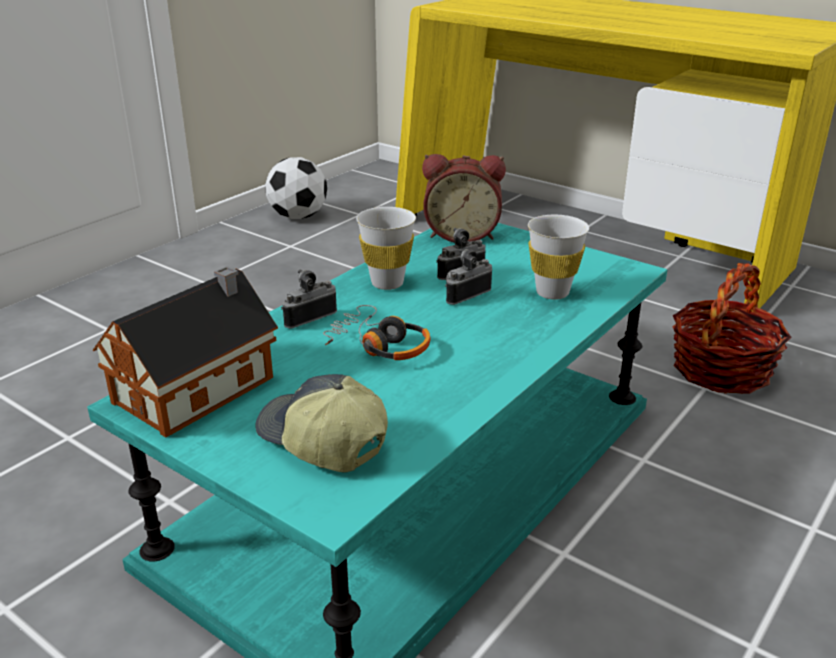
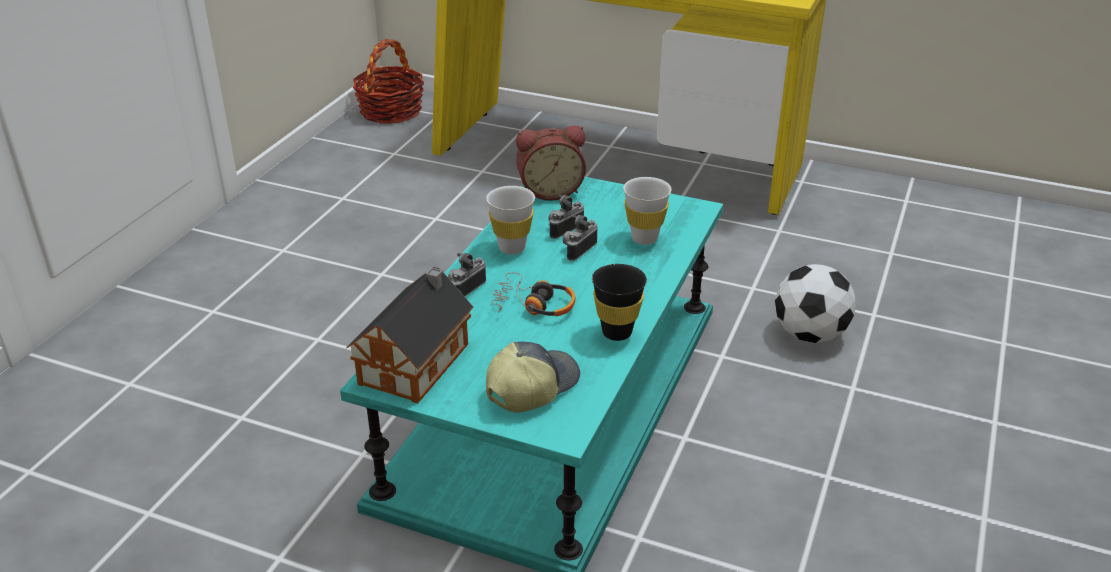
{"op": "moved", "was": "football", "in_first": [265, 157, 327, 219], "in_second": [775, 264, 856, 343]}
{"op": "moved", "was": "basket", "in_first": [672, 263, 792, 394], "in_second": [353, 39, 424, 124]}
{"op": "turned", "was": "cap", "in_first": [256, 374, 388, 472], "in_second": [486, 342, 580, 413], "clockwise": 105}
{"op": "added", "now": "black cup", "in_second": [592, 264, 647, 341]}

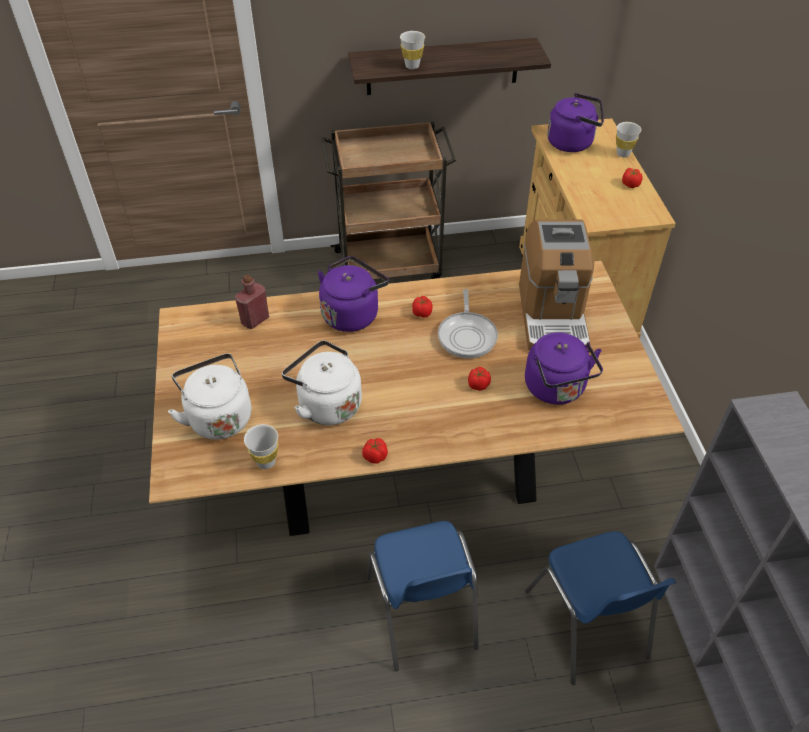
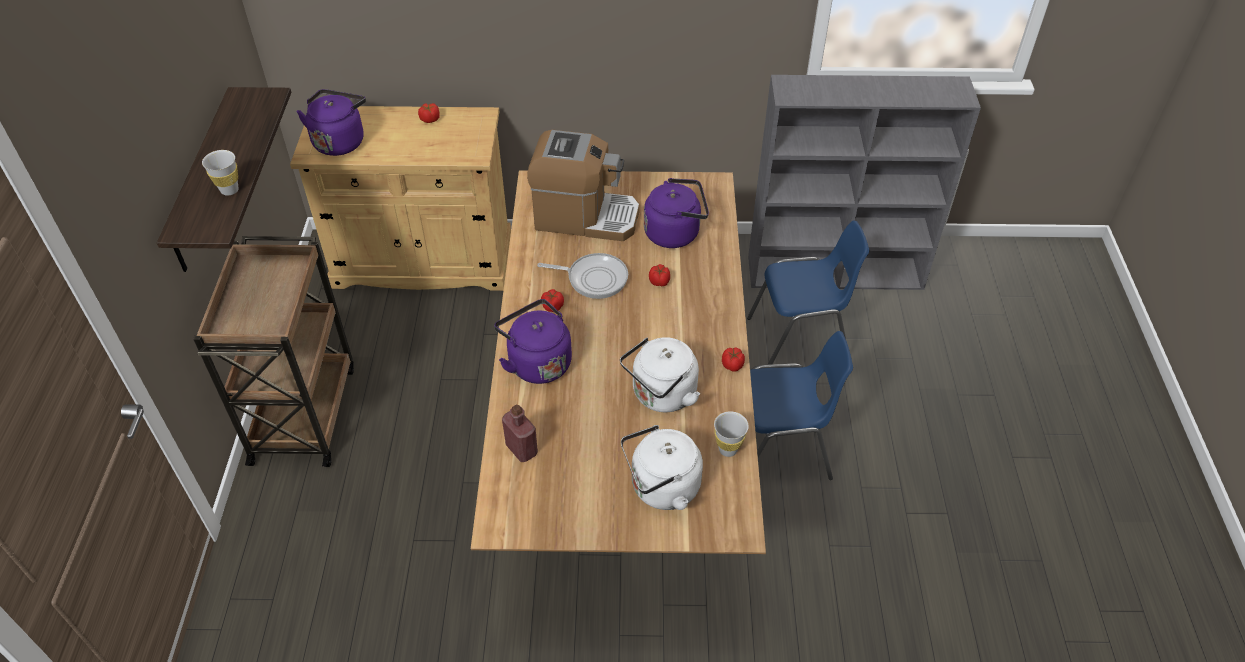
{"op": "removed", "was": "white cup", "in_first": [616, 122, 641, 157]}

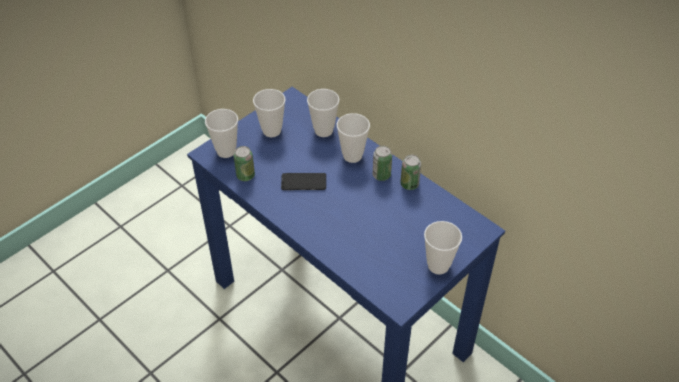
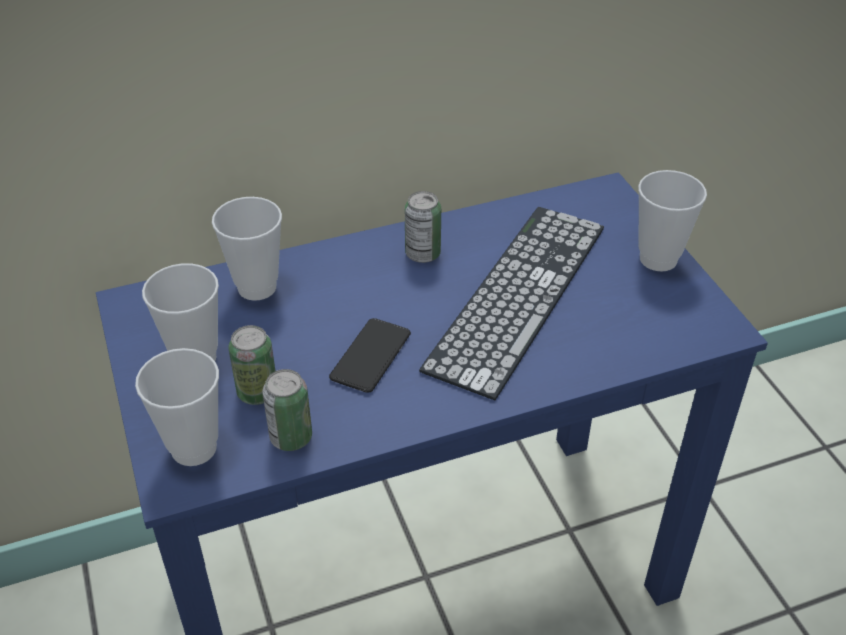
{"op": "removed", "was": "cup", "in_first": [337, 113, 370, 163]}
{"op": "moved", "was": "can", "in_first": [400, 155, 421, 190], "in_second": [229, 325, 275, 405]}
{"op": "added", "now": "keyboard", "in_second": [419, 207, 604, 400]}

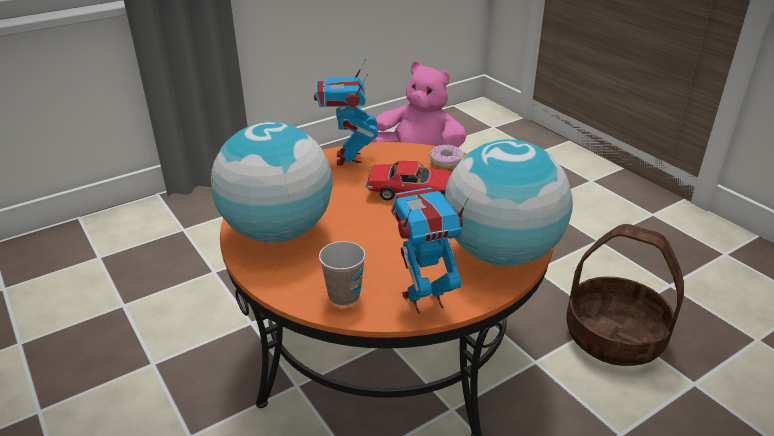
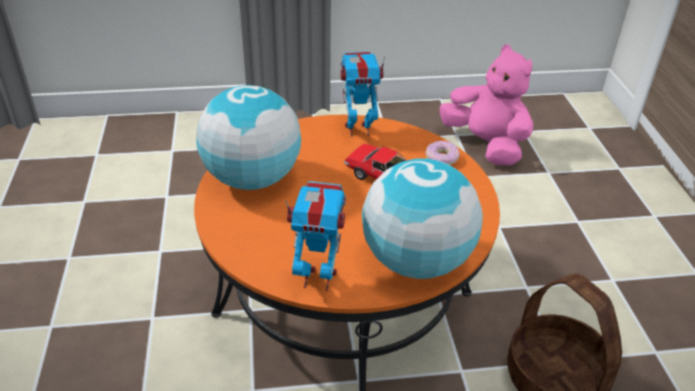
{"op": "turned", "was": "toy robot", "in_first": [314, 59, 378, 166], "in_second": [340, 51, 385, 137], "clockwise": 60}
{"op": "removed", "was": "cup", "in_first": [319, 241, 366, 306]}

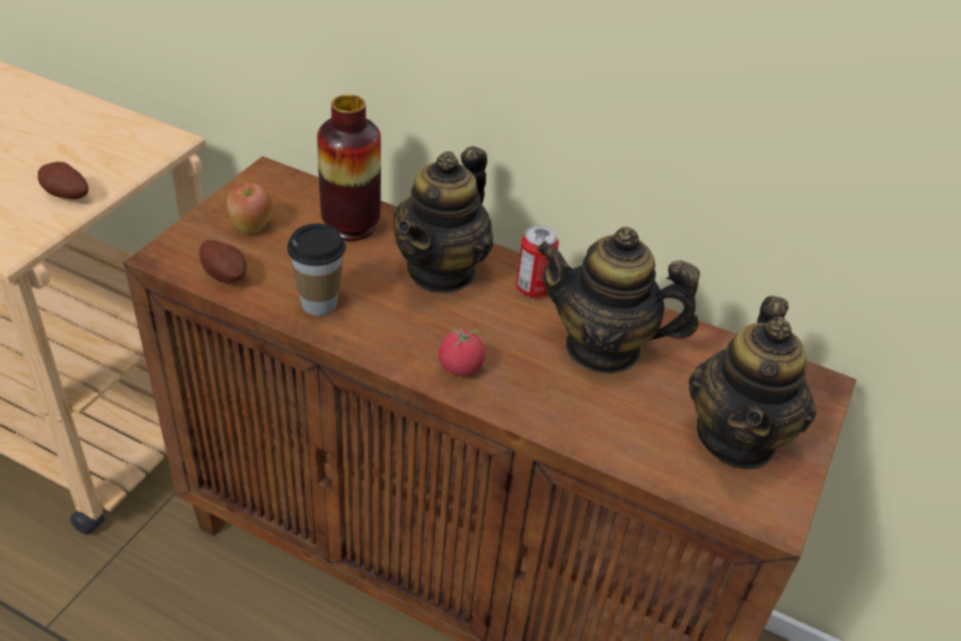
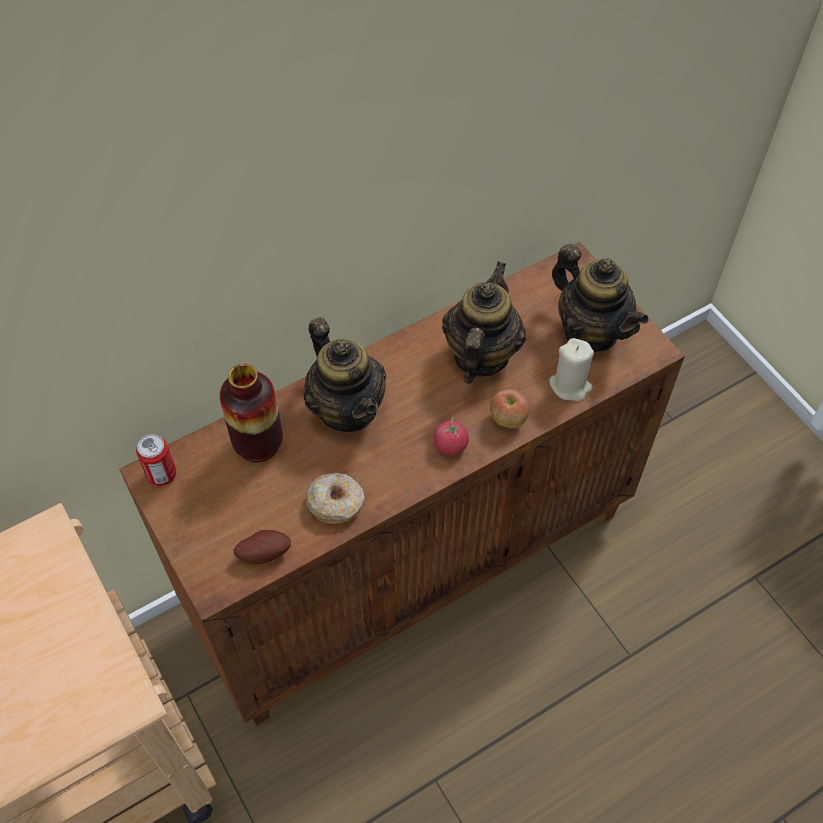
{"op": "removed", "was": "potato", "in_first": [38, 162, 89, 199]}
{"op": "moved", "was": "apple", "in_first": [227, 183, 273, 233], "in_second": [490, 389, 529, 428]}
{"op": "replaced", "was": "cup", "now": "donut", "in_first": [287, 224, 346, 316], "in_second": [305, 473, 364, 524]}
{"op": "moved", "was": "can", "in_first": [516, 226, 559, 297], "in_second": [136, 434, 176, 486]}
{"op": "turned", "was": "teapot", "in_first": [537, 227, 700, 374], "in_second": [442, 261, 526, 384], "clockwise": 150}
{"op": "added", "now": "beige candle", "in_second": [549, 338, 594, 401]}

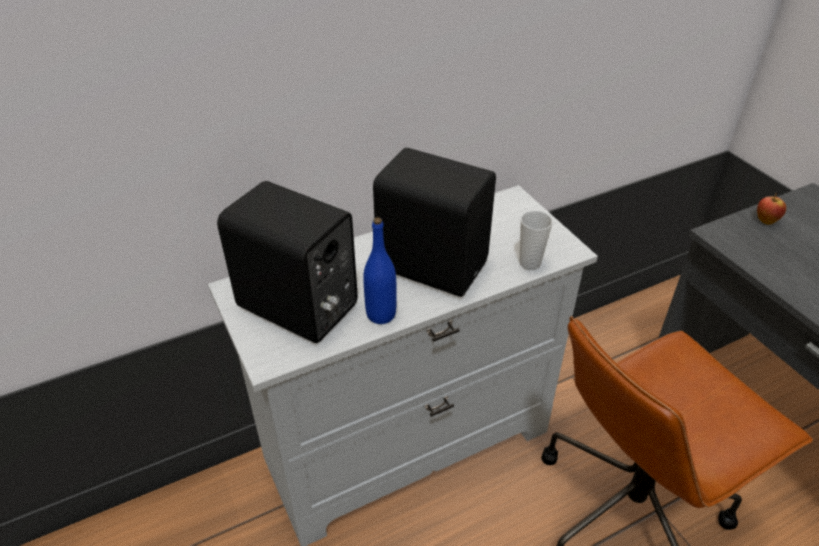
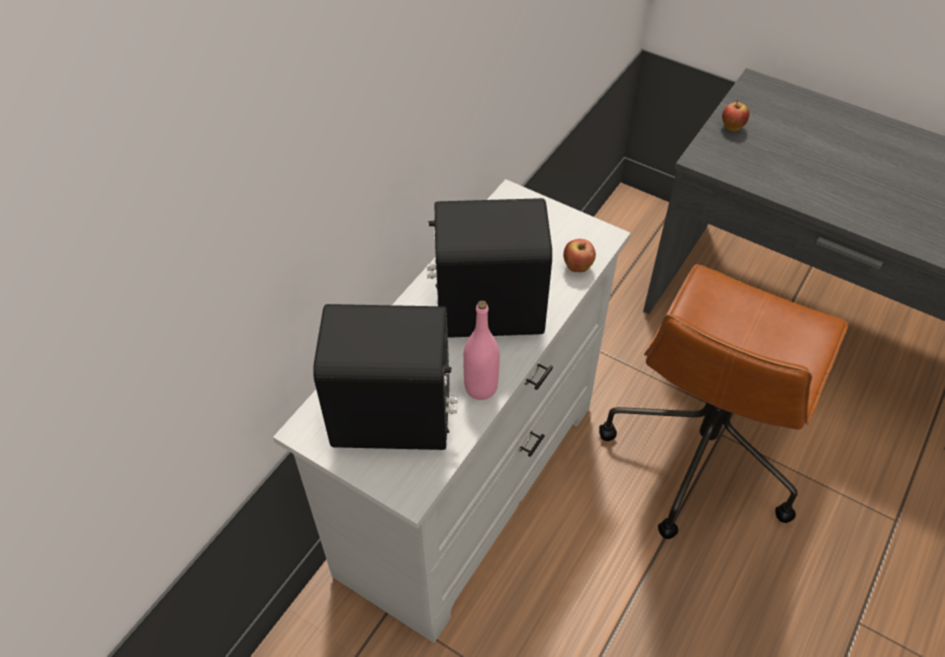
{"op": "replaced", "was": "cup", "now": "apple", "in_first": [520, 211, 553, 270], "in_second": [563, 239, 596, 272]}
{"op": "recoloured", "was": "blue bottle", "now": "pink bottle", "in_first": [363, 217, 397, 324], "in_second": [463, 301, 500, 400]}

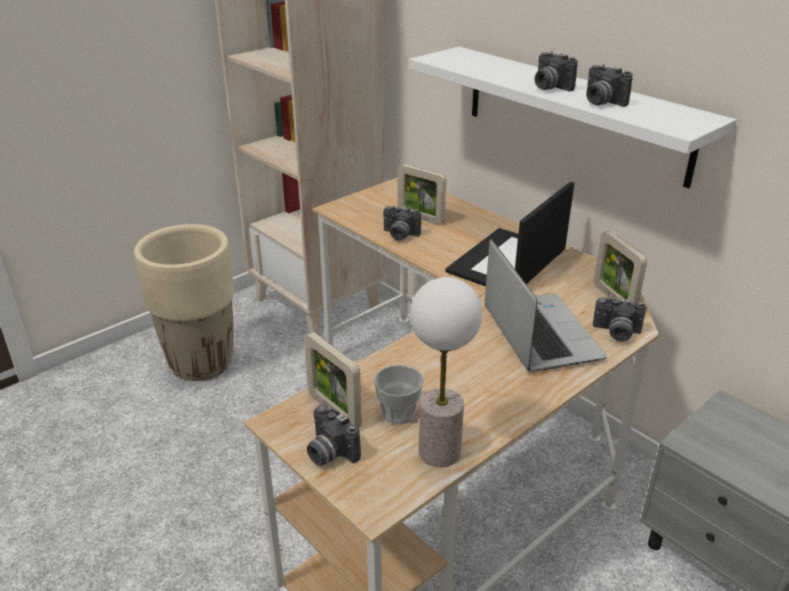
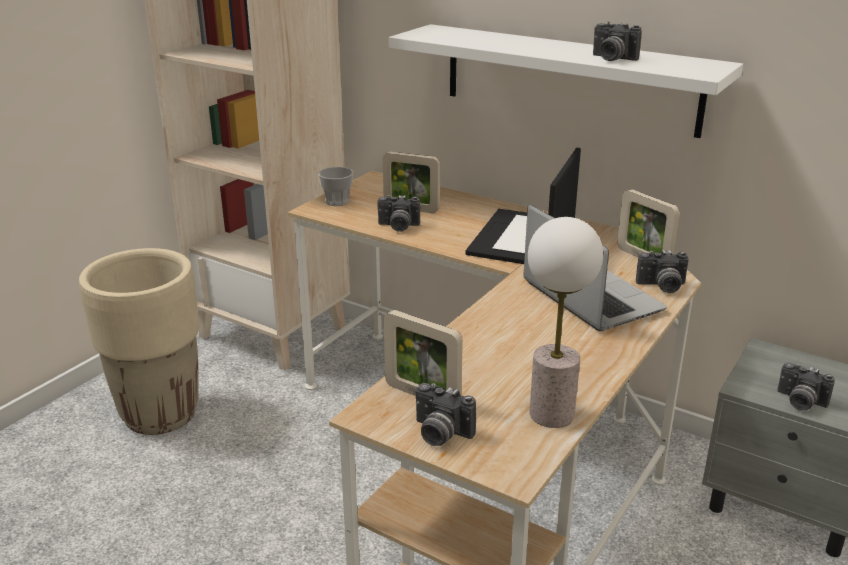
{"op": "moved", "was": "photo camera", "in_first": [535, 51, 578, 91], "in_second": [777, 363, 835, 411]}
{"op": "moved", "was": "cup", "in_first": [374, 365, 424, 425], "in_second": [318, 167, 353, 206]}

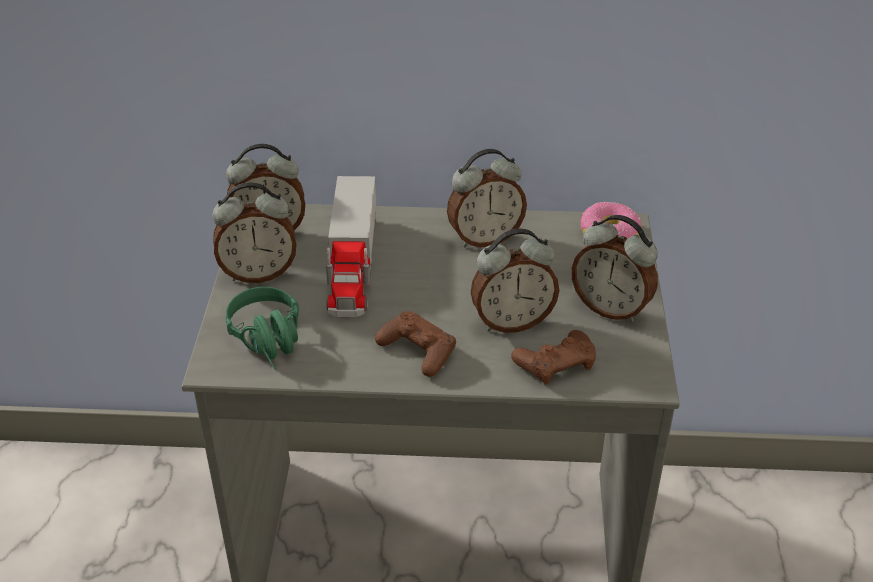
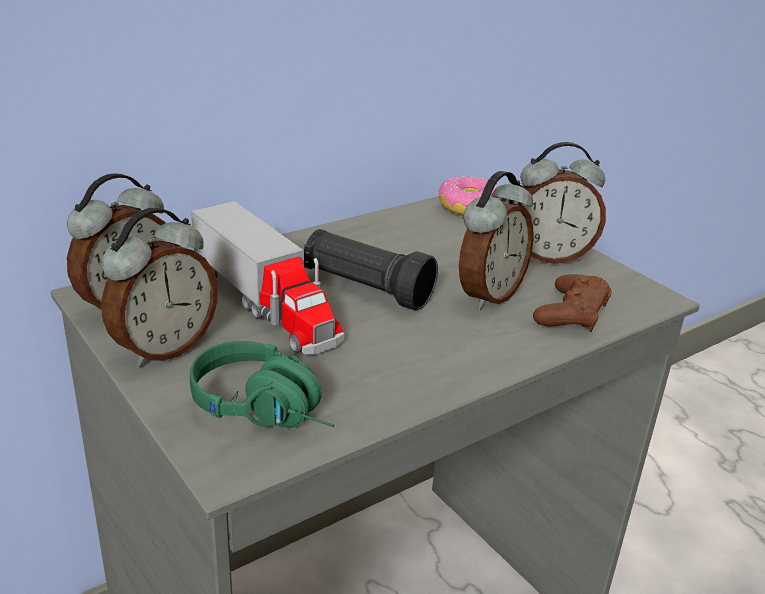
{"op": "removed", "was": "alarm clock", "in_first": [447, 149, 527, 248]}
{"op": "removed", "was": "brown game controller", "in_first": [375, 311, 456, 377]}
{"op": "added", "now": "black flashlight", "in_second": [304, 229, 438, 310]}

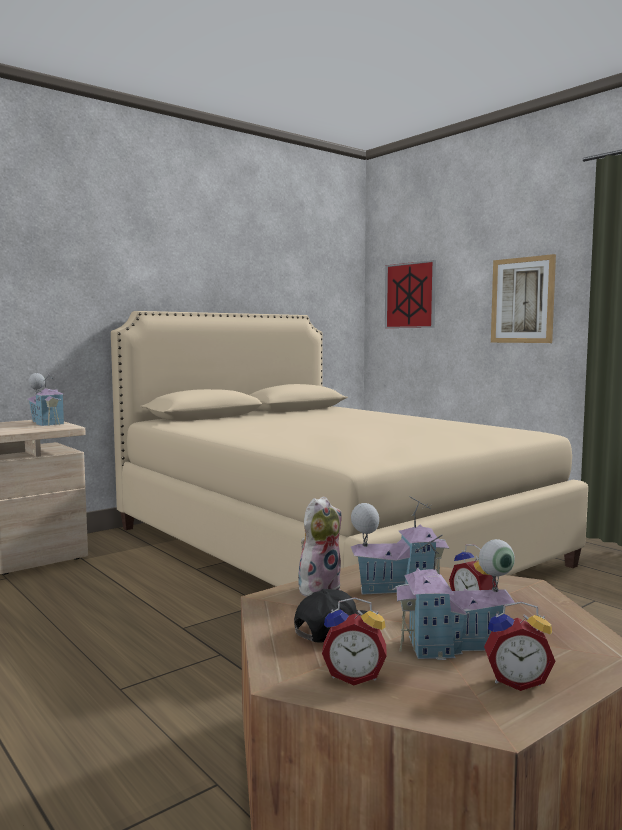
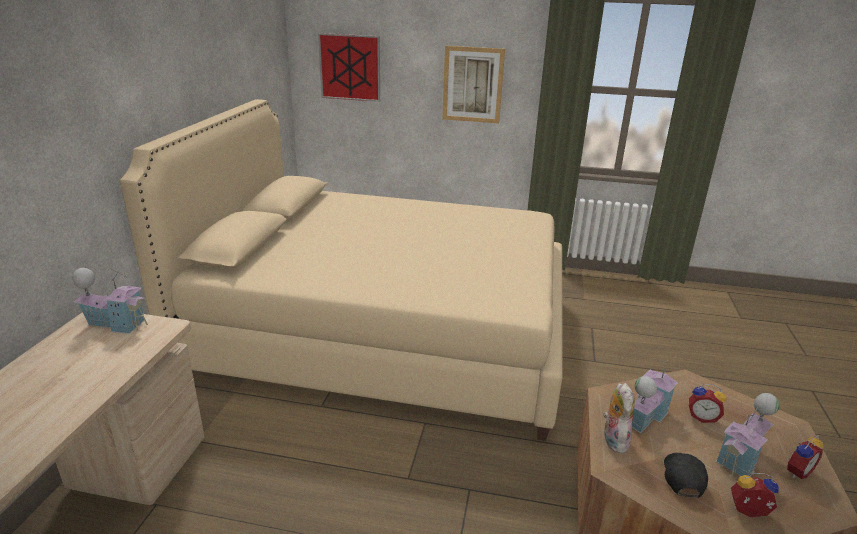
{"op": "turned", "was": "alarm clock", "in_first": [322, 597, 387, 685], "in_second": [731, 473, 779, 517], "clockwise": -135}

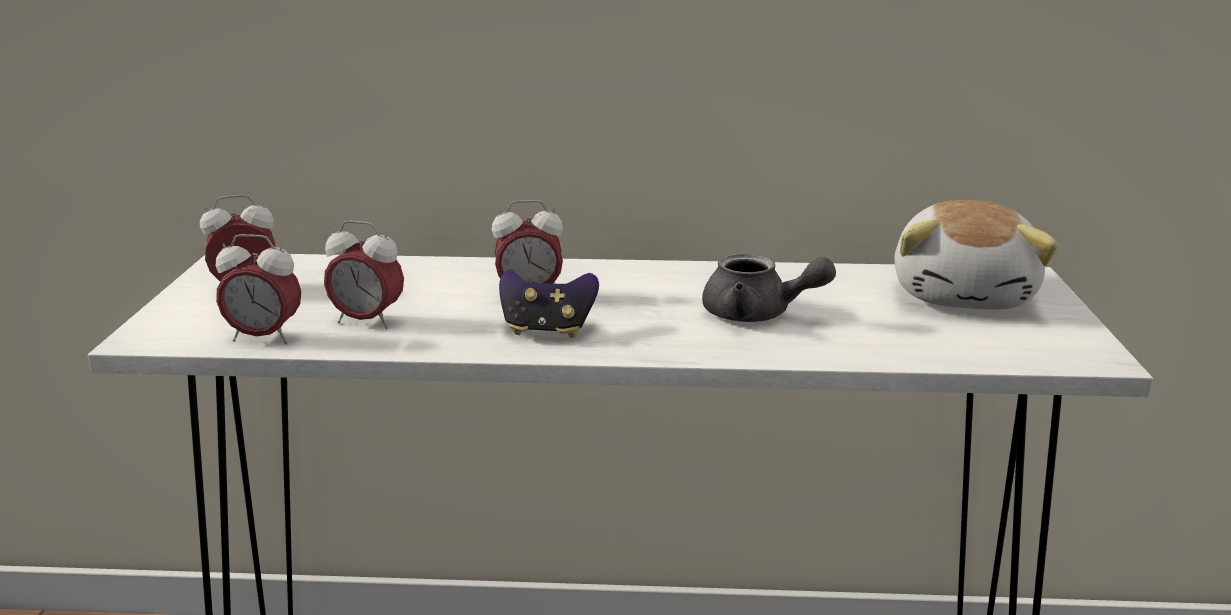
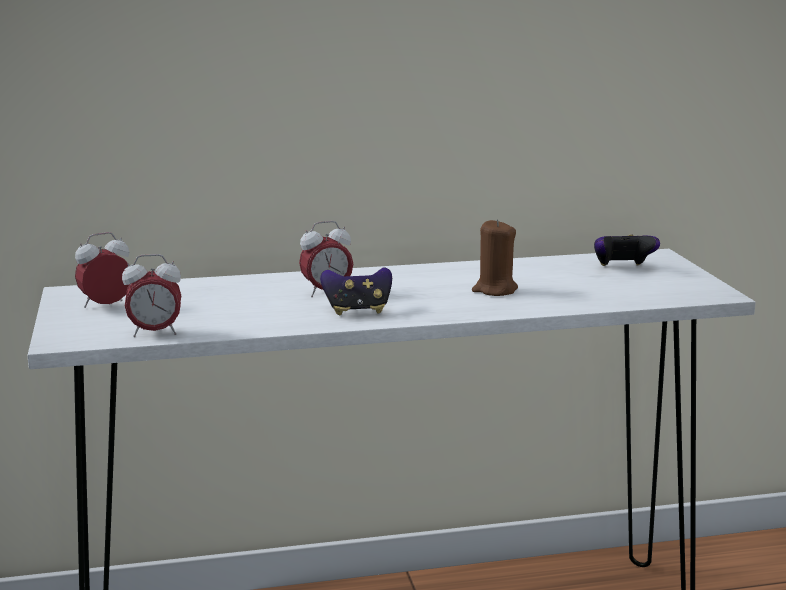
{"op": "replaced", "was": "plush toy", "now": "game controller", "in_first": [895, 200, 1058, 310], "in_second": [594, 234, 660, 266]}
{"op": "removed", "was": "alarm clock", "in_first": [324, 220, 404, 329]}
{"op": "replaced", "was": "grey teapot", "now": "brown candle", "in_first": [702, 253, 836, 322], "in_second": [472, 219, 518, 296]}

